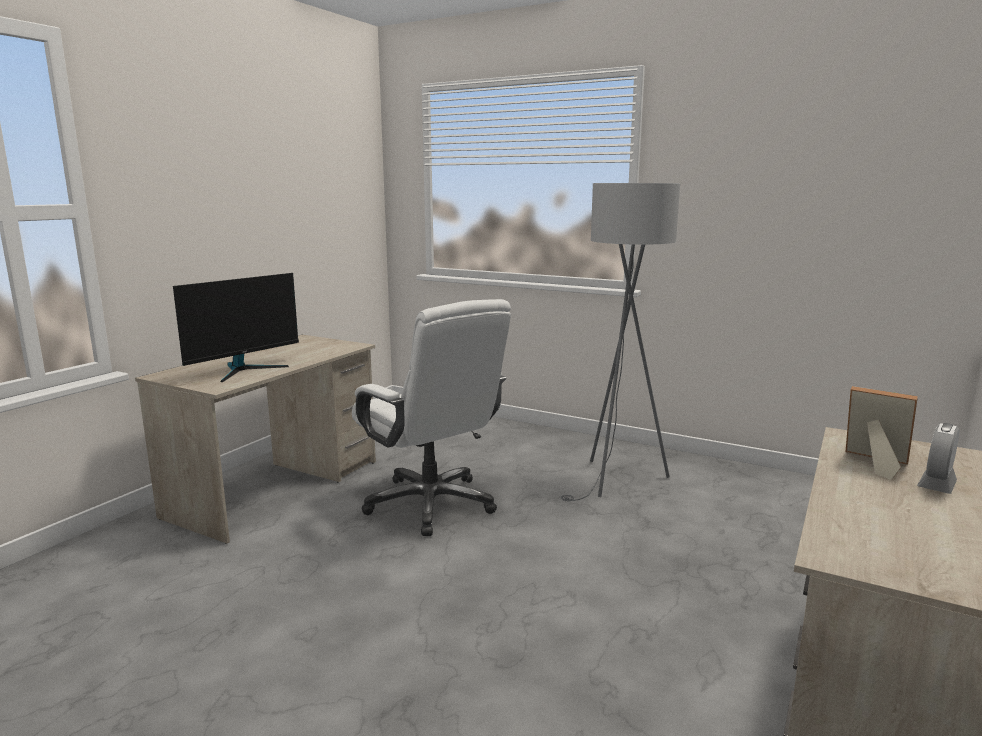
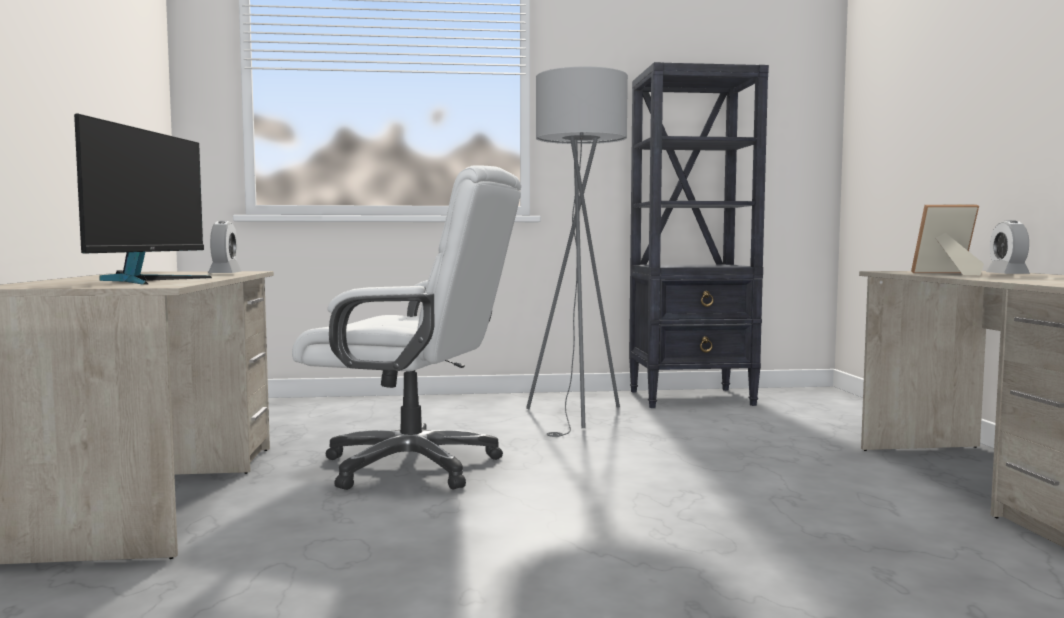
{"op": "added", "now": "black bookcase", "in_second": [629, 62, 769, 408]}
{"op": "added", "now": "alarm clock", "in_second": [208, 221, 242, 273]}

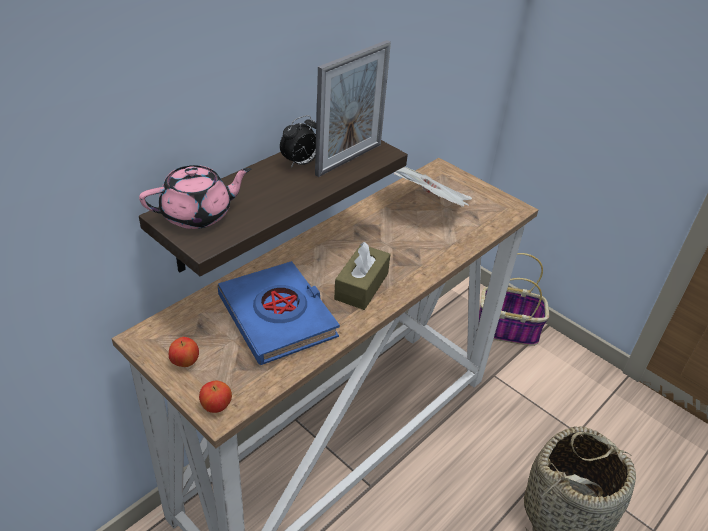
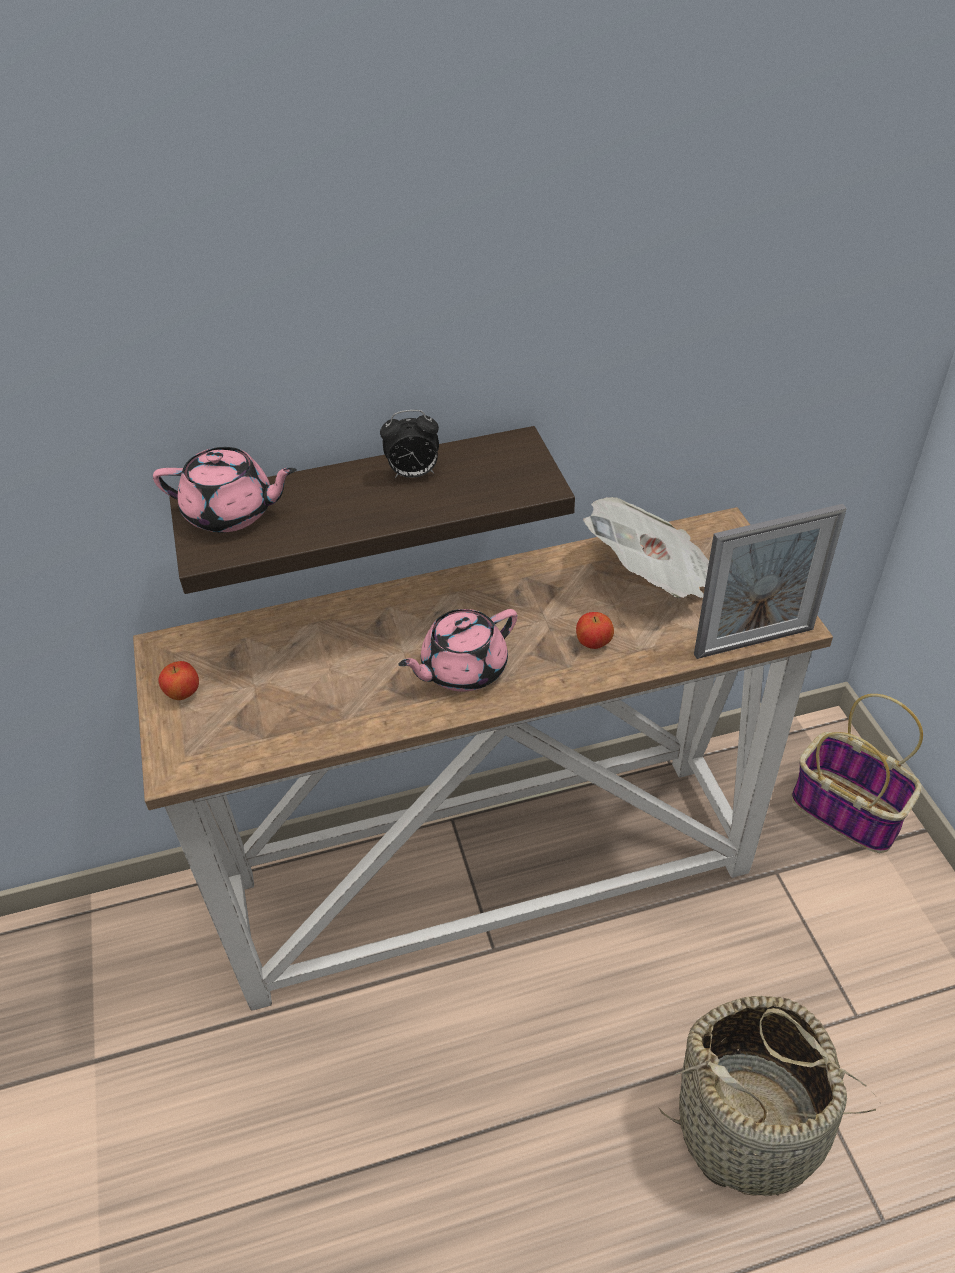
{"op": "moved", "was": "picture frame", "in_first": [315, 40, 391, 177], "in_second": [694, 504, 847, 659]}
{"op": "replaced", "was": "brown tissue box", "now": "pink teapot", "in_first": [334, 242, 391, 310], "in_second": [398, 609, 517, 691]}
{"op": "removed", "was": "blue book", "in_first": [218, 261, 340, 365]}
{"op": "moved", "was": "apple", "in_first": [199, 381, 232, 413], "in_second": [576, 612, 614, 649]}

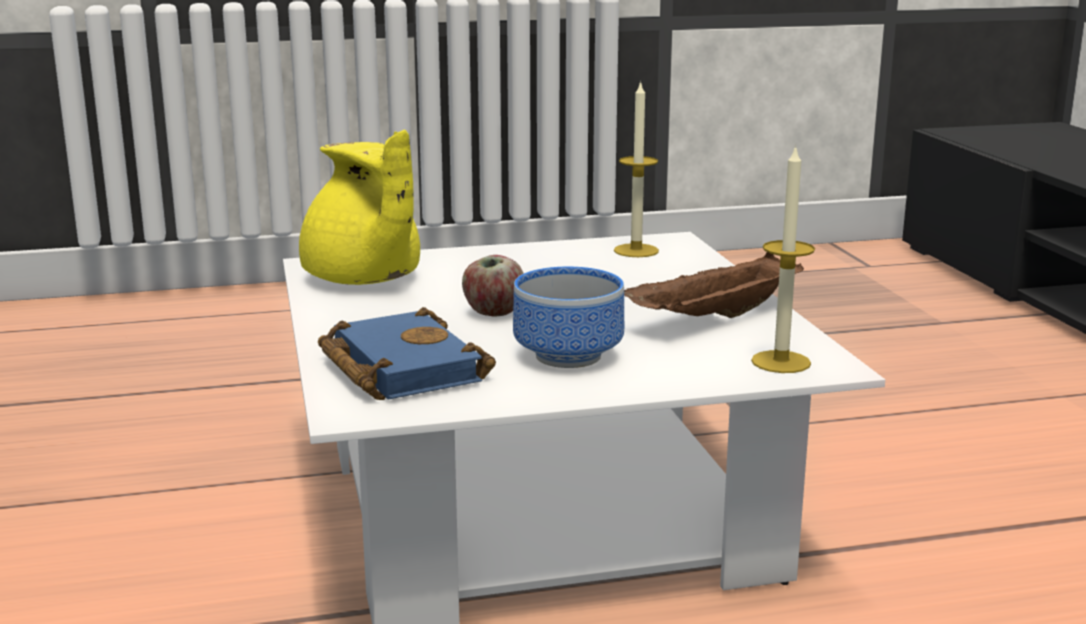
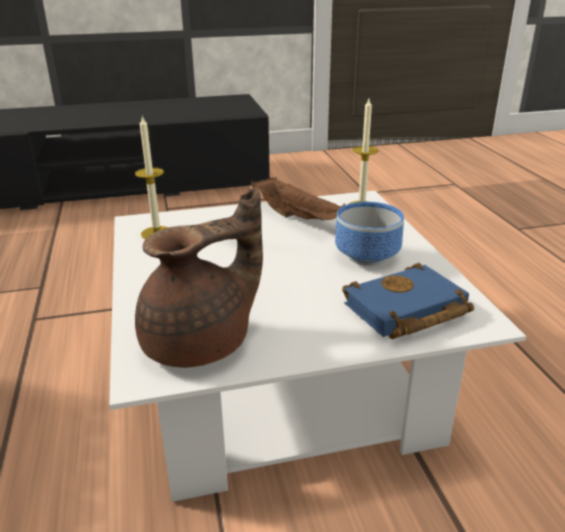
{"op": "recoloured", "was": "yellow teapot", "now": "brown teapot", "in_first": [299, 129, 420, 285], "in_second": [135, 187, 263, 368]}
{"op": "removed", "was": "apple", "in_first": [462, 255, 524, 317]}

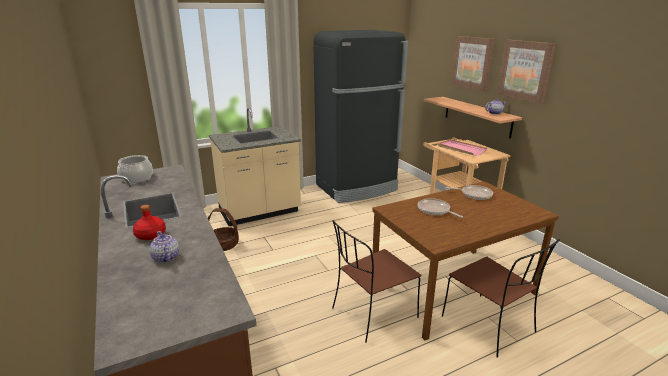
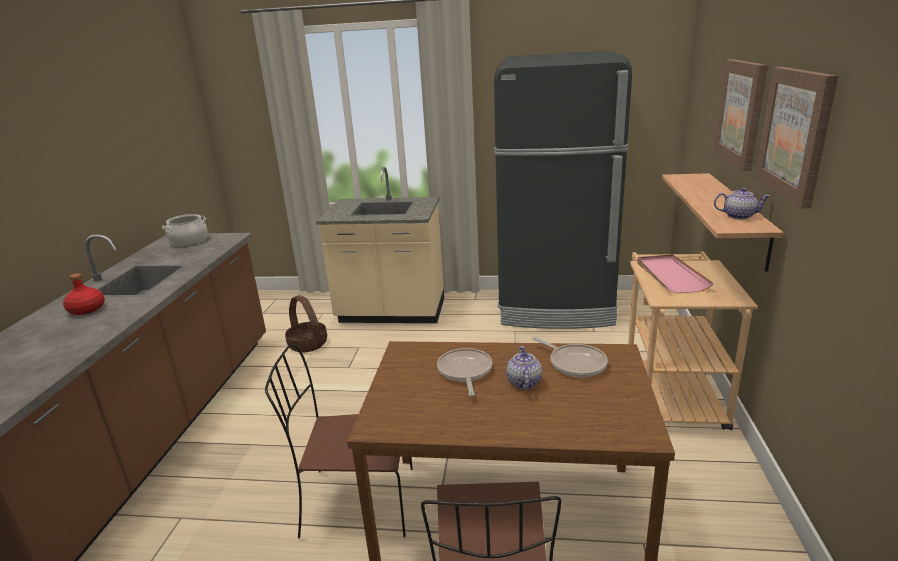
{"op": "moved", "was": "teapot", "in_first": [149, 231, 179, 263], "in_second": [506, 346, 542, 390]}

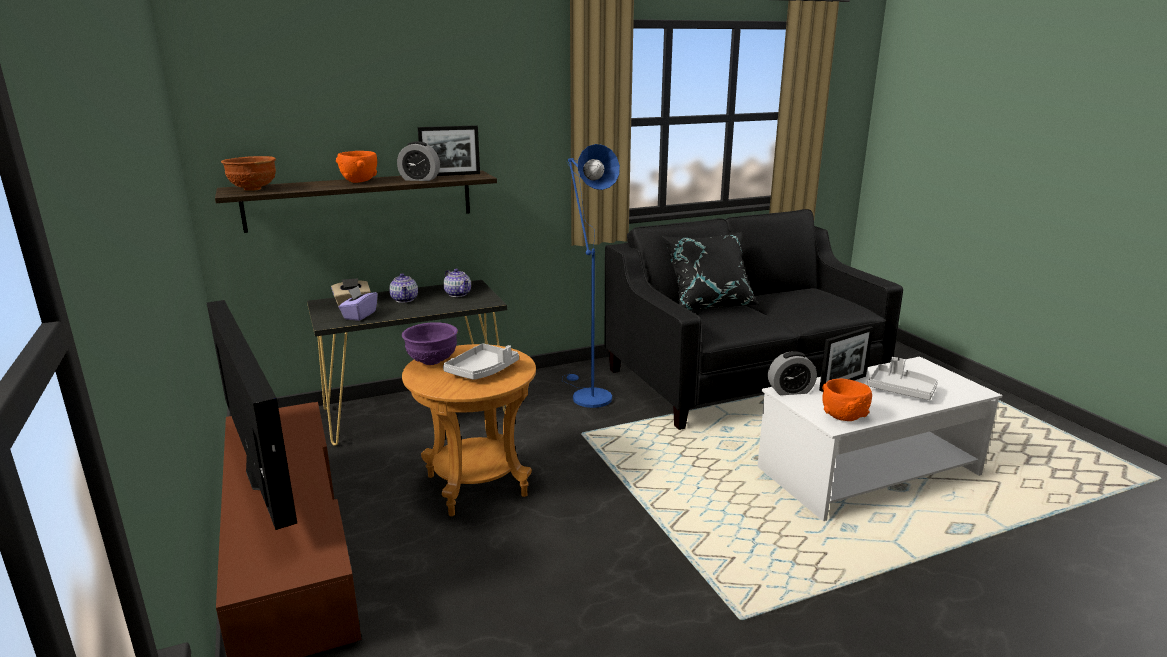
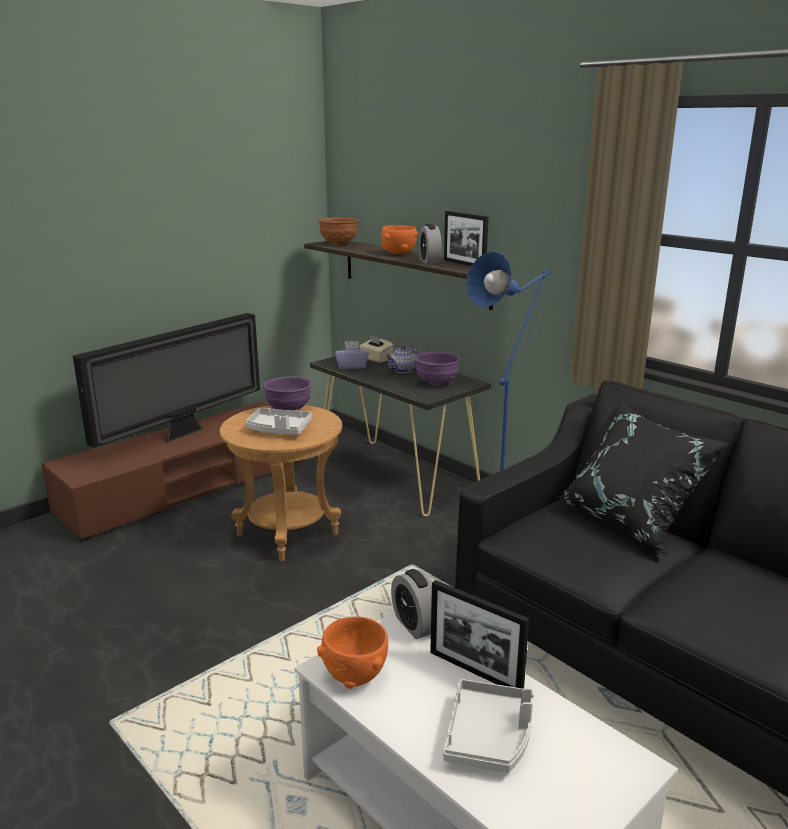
{"op": "replaced", "was": "teapot", "now": "purple bowl", "in_first": [443, 269, 471, 297], "in_second": [414, 352, 460, 385]}

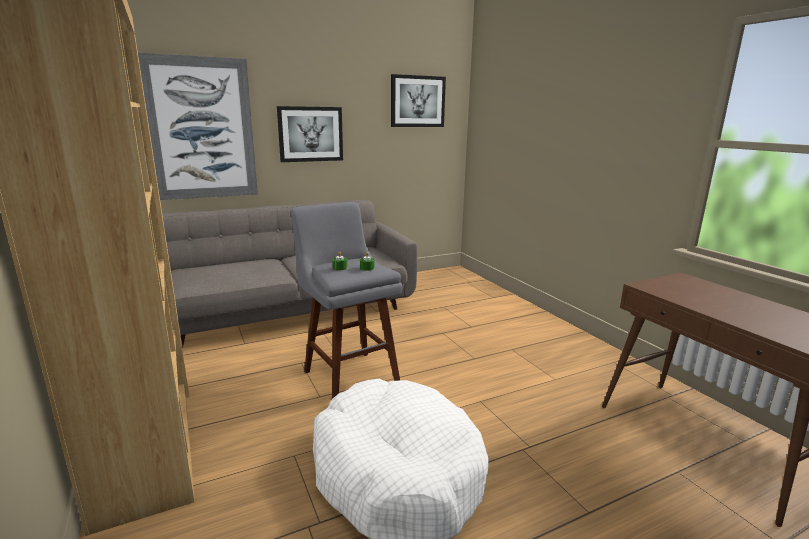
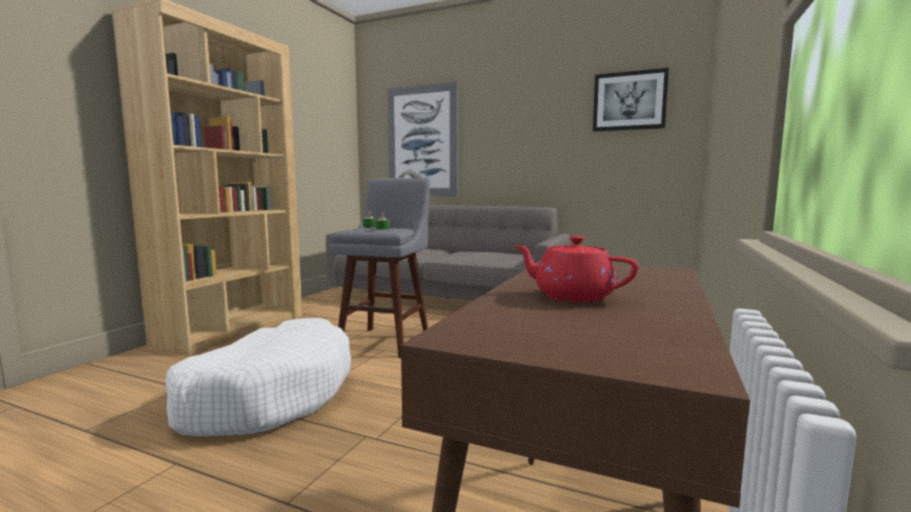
{"op": "removed", "was": "picture", "in_first": [277, 106, 343, 162]}
{"op": "added", "now": "red teapot", "in_second": [514, 236, 639, 302]}

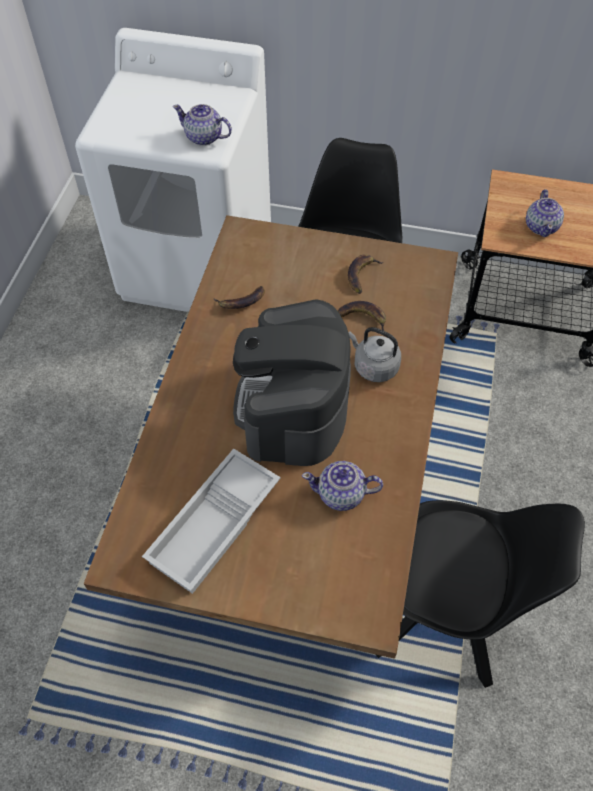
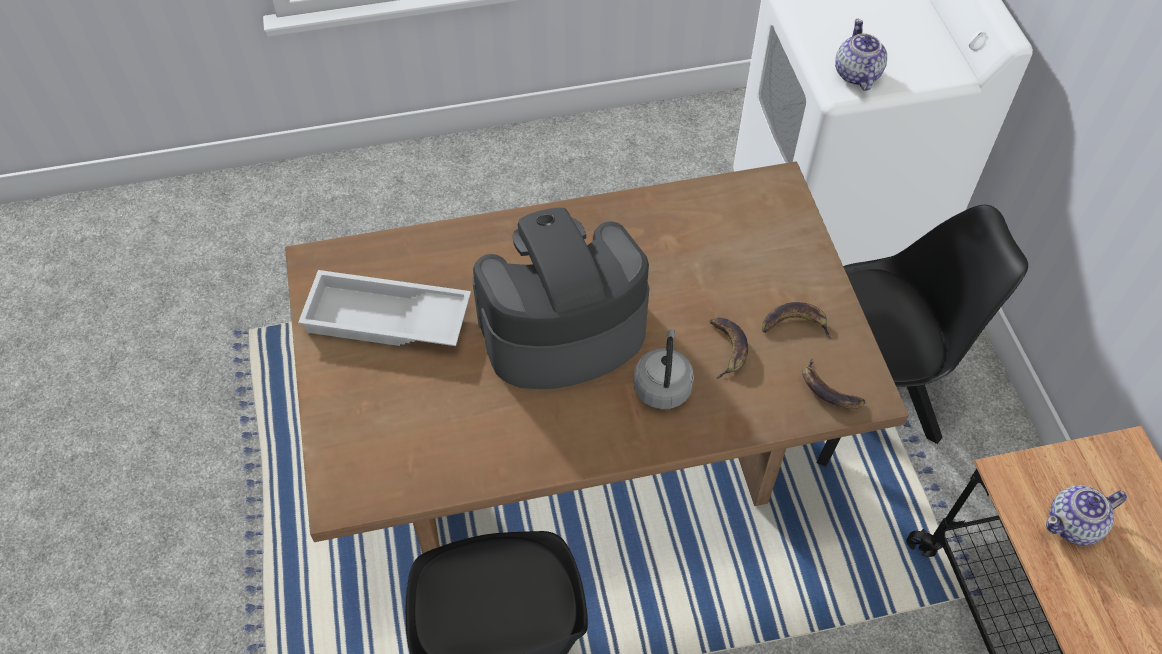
{"op": "moved", "was": "banana", "in_first": [214, 286, 265, 309], "in_second": [802, 359, 865, 409]}
{"op": "removed", "was": "teapot", "in_first": [302, 461, 383, 511]}

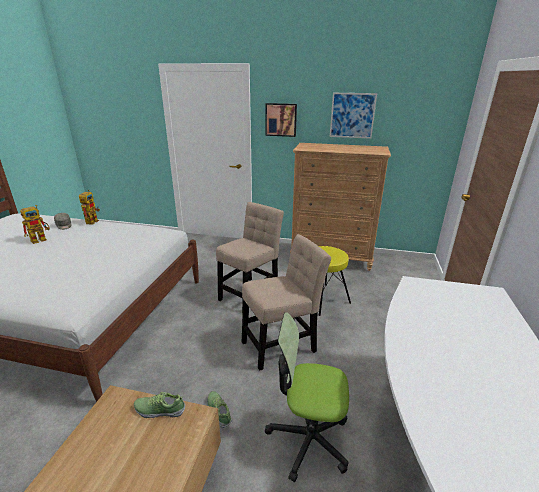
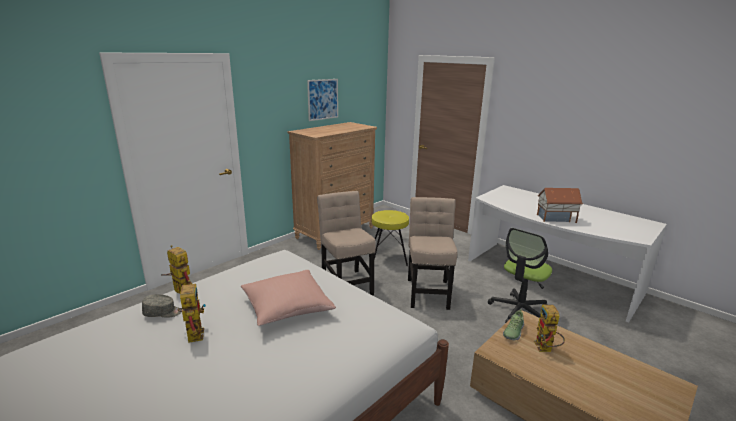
{"op": "removed", "was": "picture", "in_first": [266, 103, 297, 137]}
{"op": "removed", "was": "shoe", "in_first": [207, 391, 233, 428]}
{"op": "added", "now": "toy house", "in_second": [537, 188, 583, 223]}
{"op": "added", "now": "pink pillow", "in_second": [241, 270, 336, 326]}
{"op": "added", "now": "toy robot", "in_second": [534, 305, 565, 352]}

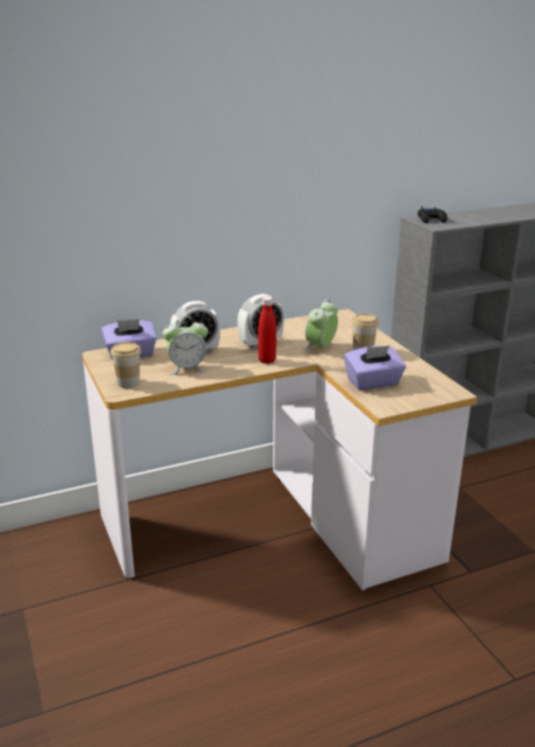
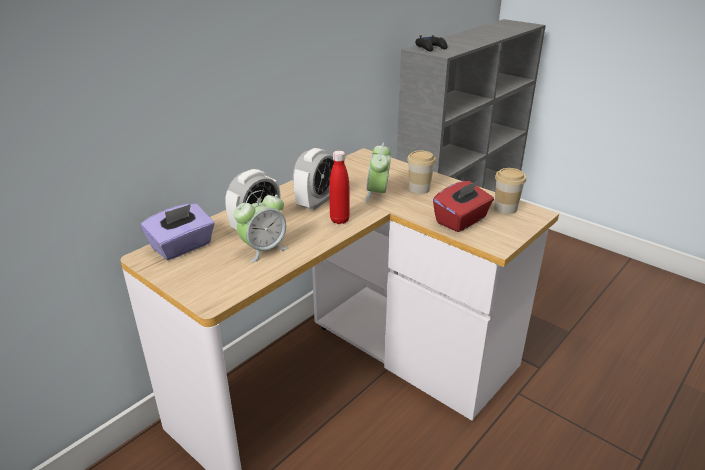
{"op": "moved", "was": "cup", "in_first": [110, 342, 141, 388], "in_second": [495, 168, 526, 214]}
{"op": "recoloured", "was": "purple tissue box", "now": "red tissue box", "in_first": [344, 345, 406, 390], "in_second": [433, 180, 494, 232]}

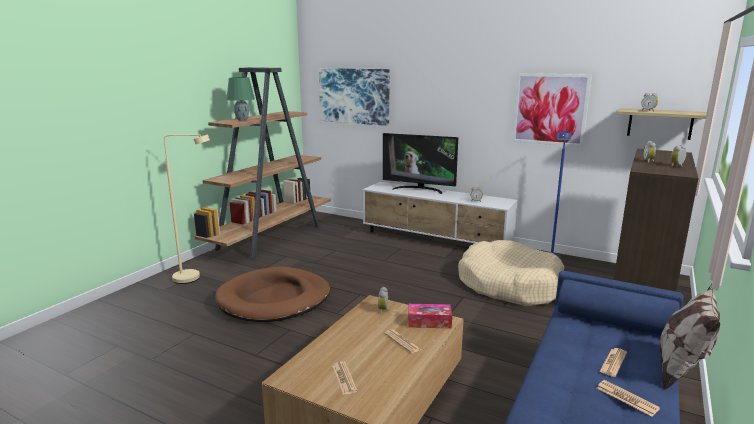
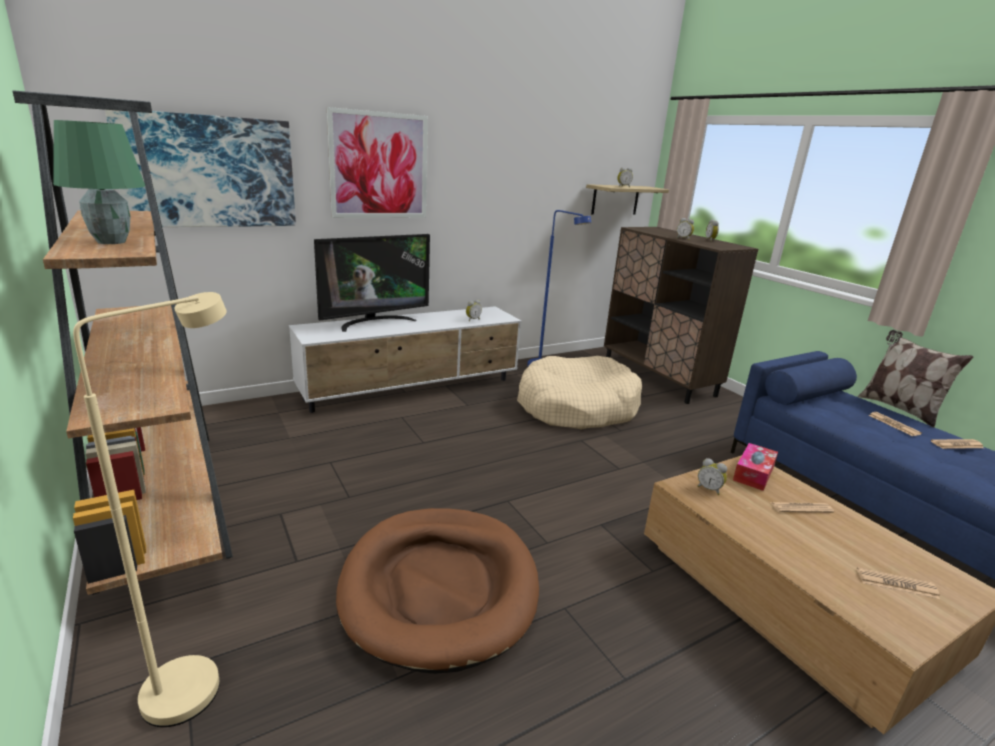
{"op": "moved", "was": "picture", "in_first": [512, 73, 592, 147], "in_second": [327, 107, 428, 218]}

